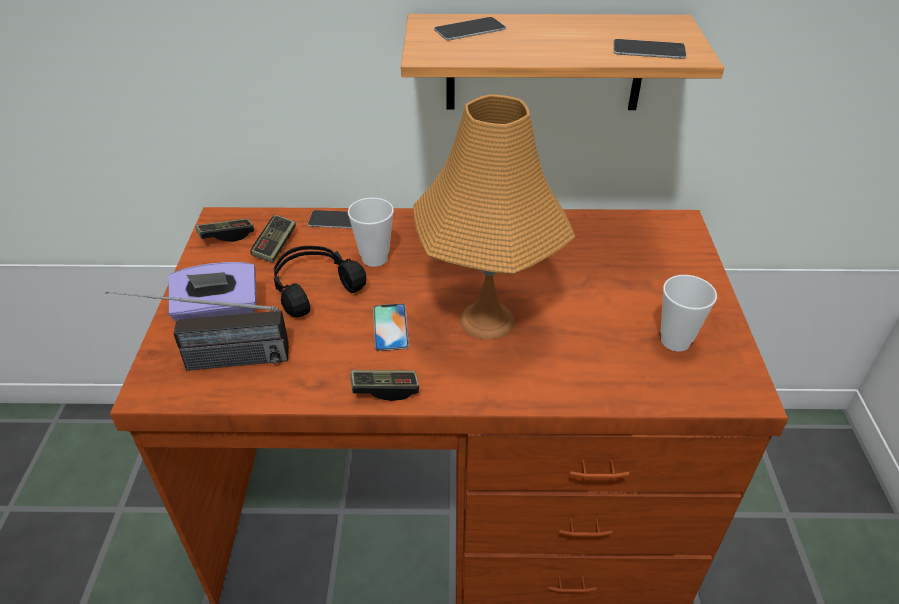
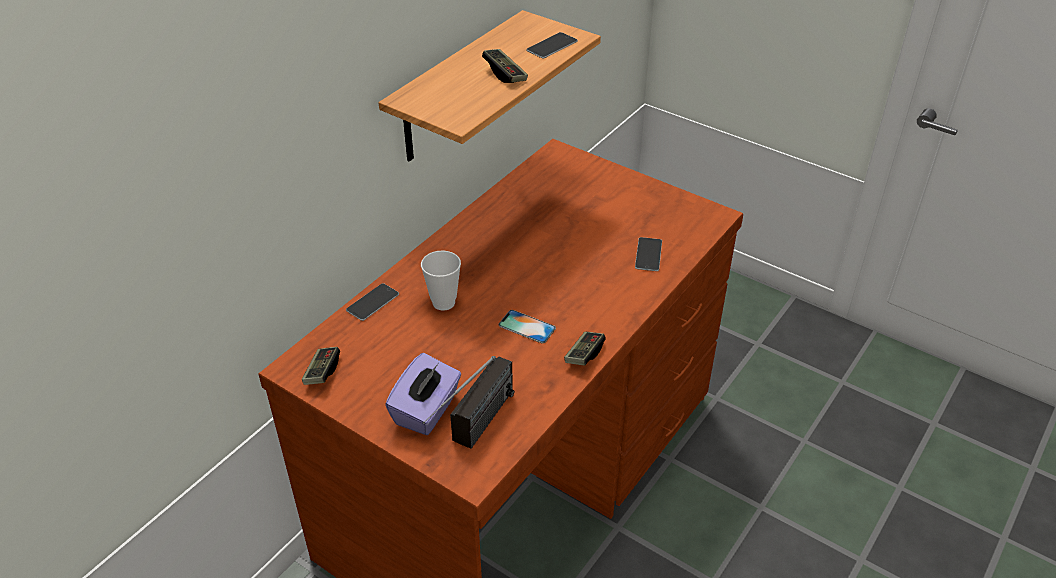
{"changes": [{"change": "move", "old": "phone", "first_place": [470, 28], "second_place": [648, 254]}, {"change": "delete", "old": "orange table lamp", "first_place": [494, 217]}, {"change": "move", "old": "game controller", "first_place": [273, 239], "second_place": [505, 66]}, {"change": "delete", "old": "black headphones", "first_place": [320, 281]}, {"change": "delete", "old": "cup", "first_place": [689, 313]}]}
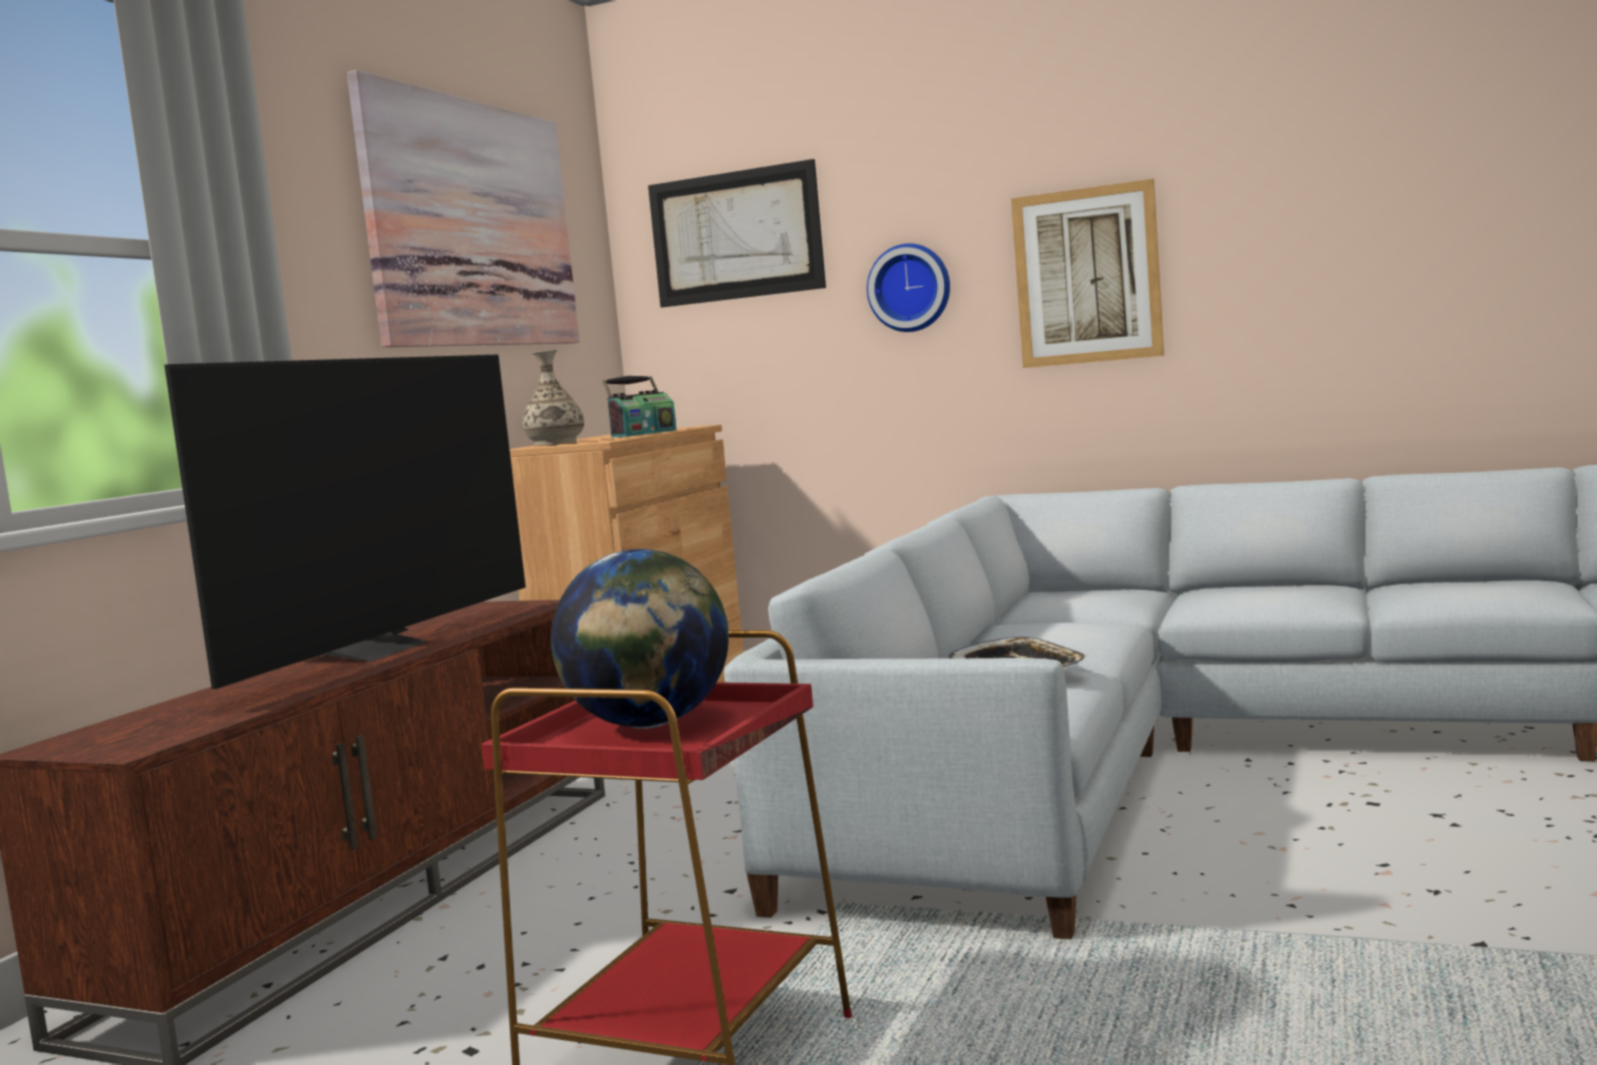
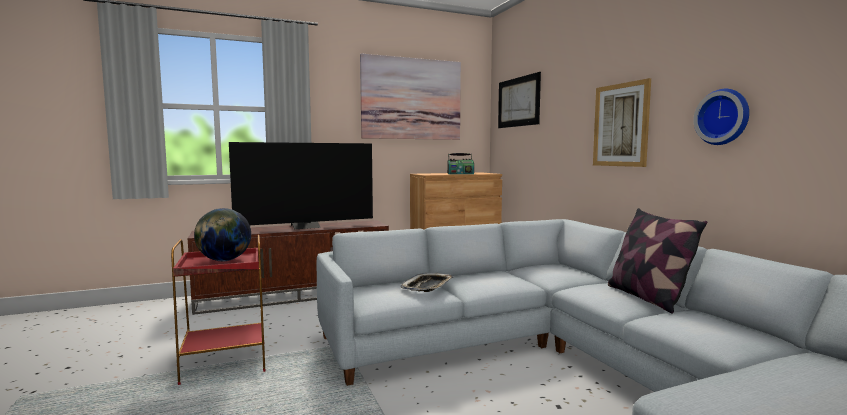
{"changes": [{"change": "move", "old": "wall clock", "first_place": [908, 287], "second_place": [721, 117]}, {"change": "delete", "old": "vase", "first_place": [553, 398]}, {"change": "insert", "new": "pillow", "second_place": [657, 260]}]}
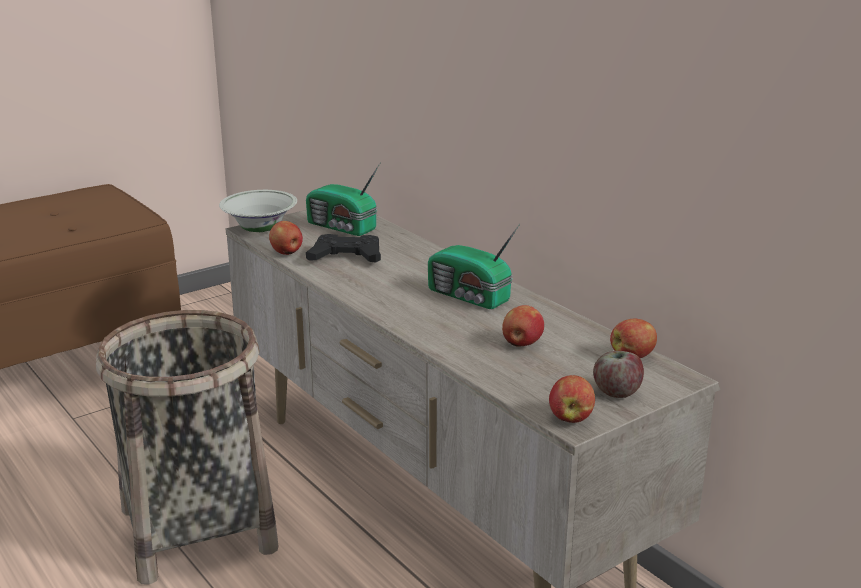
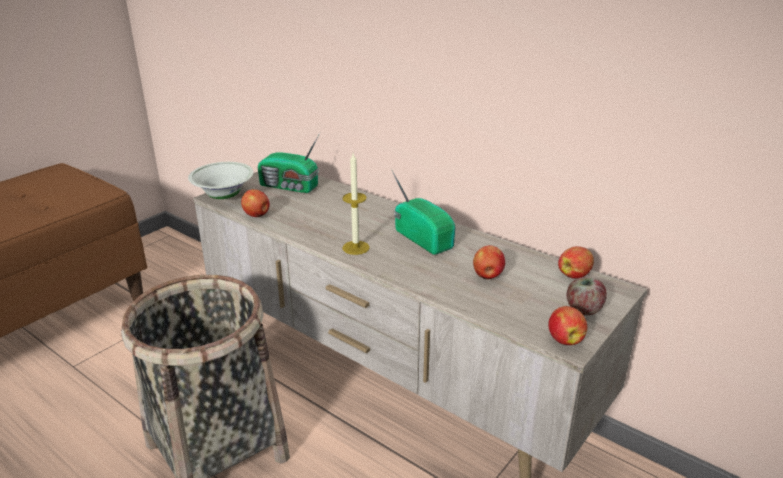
{"changes": [{"change": "rotate", "old": "radio", "first_place": [474, 266], "second_place": [423, 212], "degrees": -150}, {"change": "delete", "old": "black game controller", "first_place": [343, 248]}, {"change": "insert", "new": "candle", "second_place": [356, 204]}]}
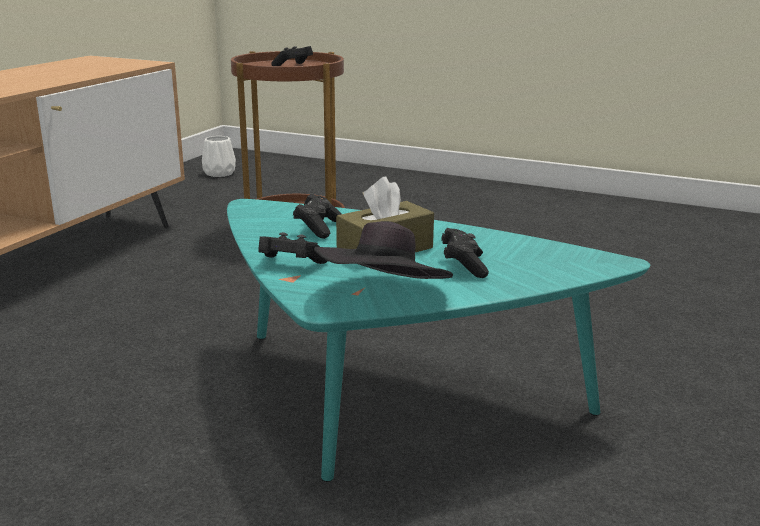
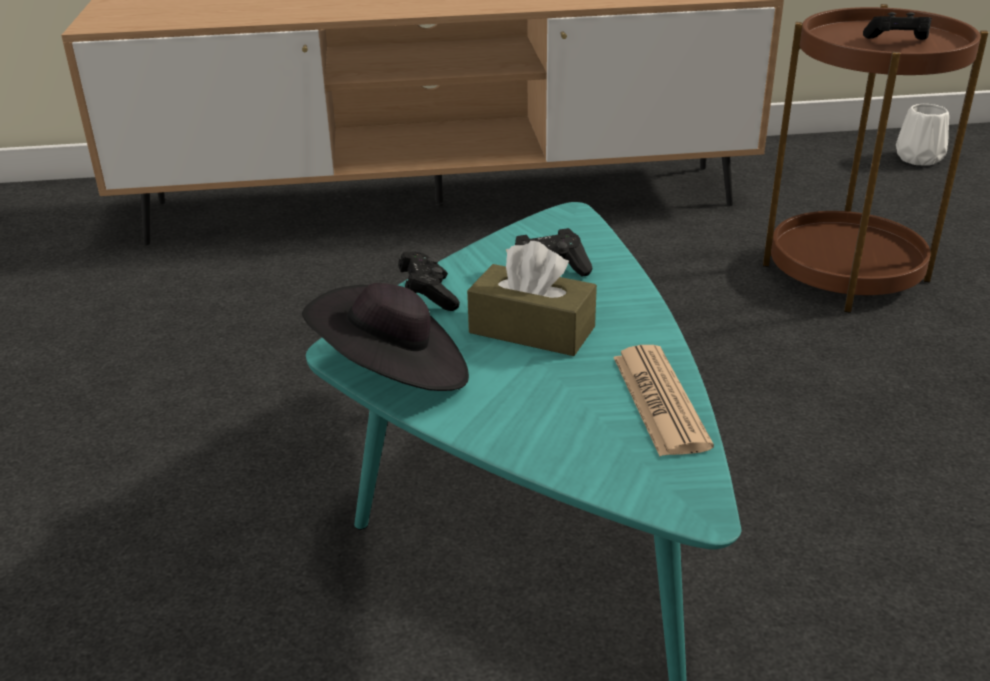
{"changes": [{"change": "delete", "old": "black game controller", "first_place": [465, 253]}, {"change": "insert", "new": "newspaper", "second_place": [663, 400]}]}
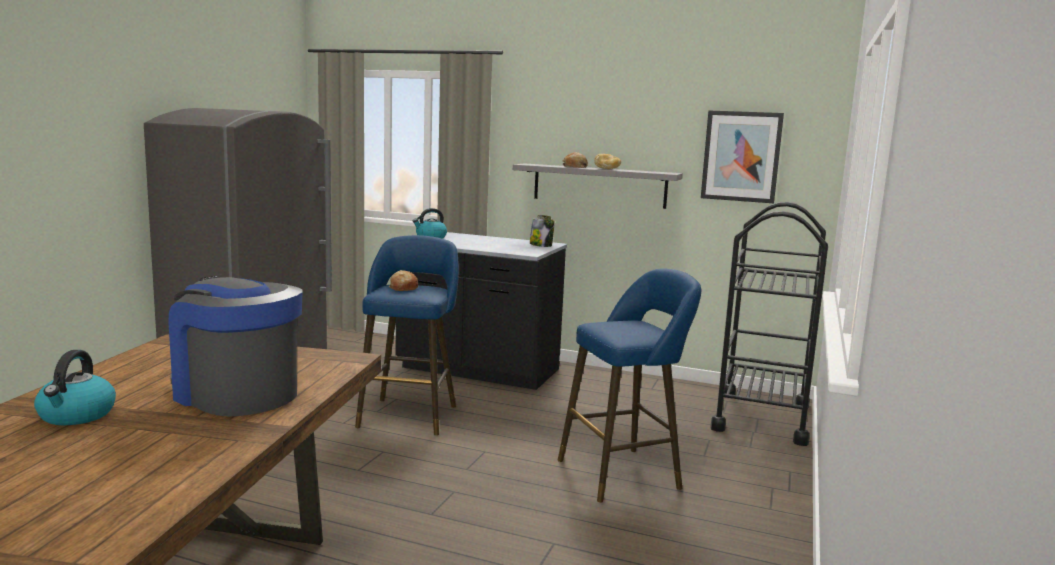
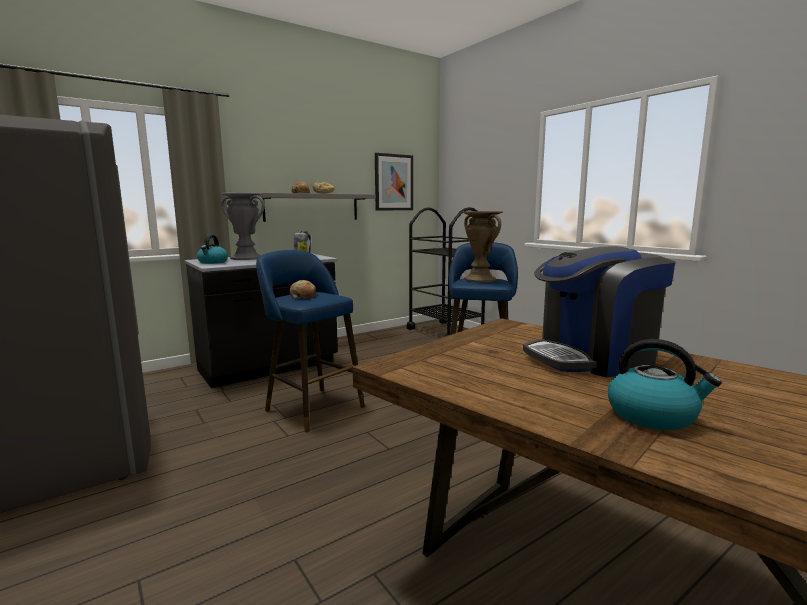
{"changes": [{"change": "insert", "new": "grey vase", "second_place": [243, 226]}, {"change": "insert", "new": "brown vase", "second_place": [482, 247]}]}
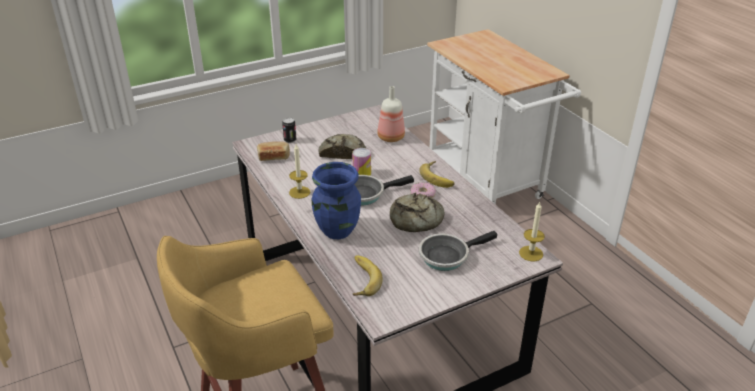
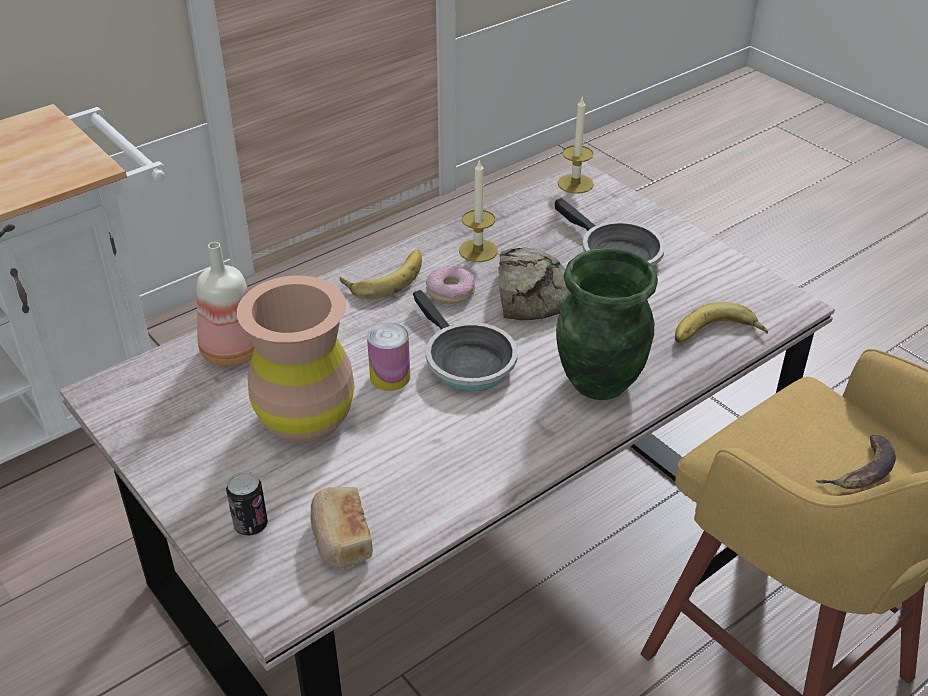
{"changes": [{"change": "replace", "old": "bread", "new": "brown vase", "first_place": [342, 146], "second_place": [296, 360]}, {"change": "move", "old": "candle", "first_place": [299, 171], "second_place": [478, 211]}, {"change": "recolor", "old": "blue vase", "new": "green vase", "first_place": [336, 200], "second_place": [607, 324]}, {"change": "insert", "new": "banana", "second_place": [856, 462]}]}
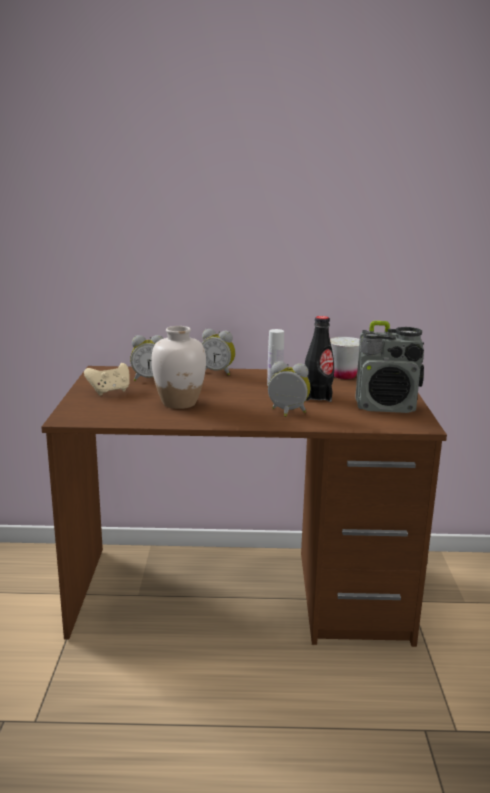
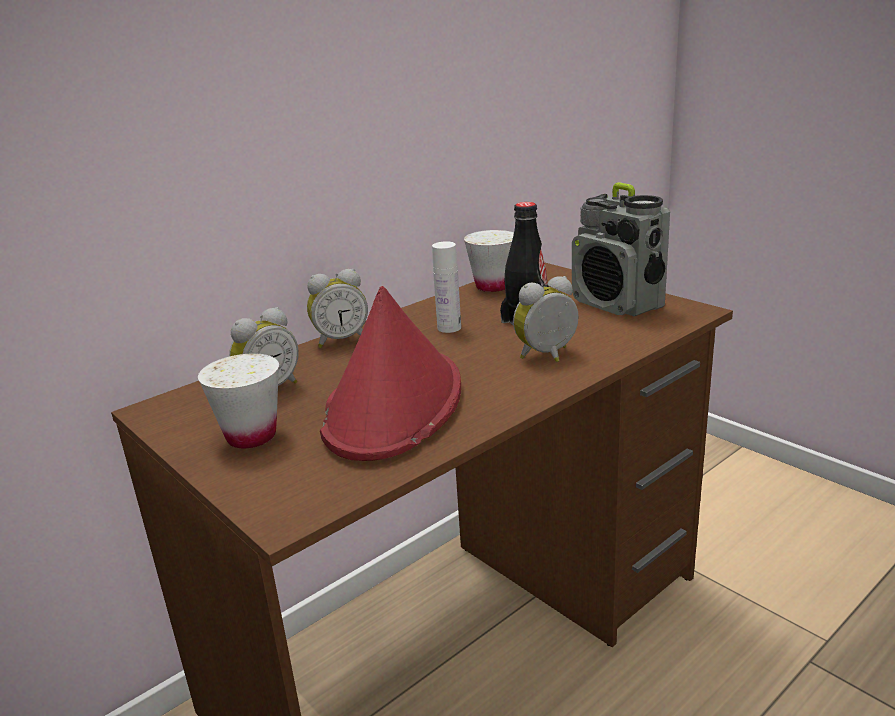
{"changes": [{"change": "rotate", "old": "radio", "first_place": [389, 367], "second_place": [621, 249], "degrees": 90}, {"change": "replace", "old": "white vase", "new": "red hat", "first_place": [178, 367], "second_place": [390, 373]}, {"change": "replace", "old": "beige game controller", "new": "white cup", "first_place": [107, 379], "second_place": [238, 400]}]}
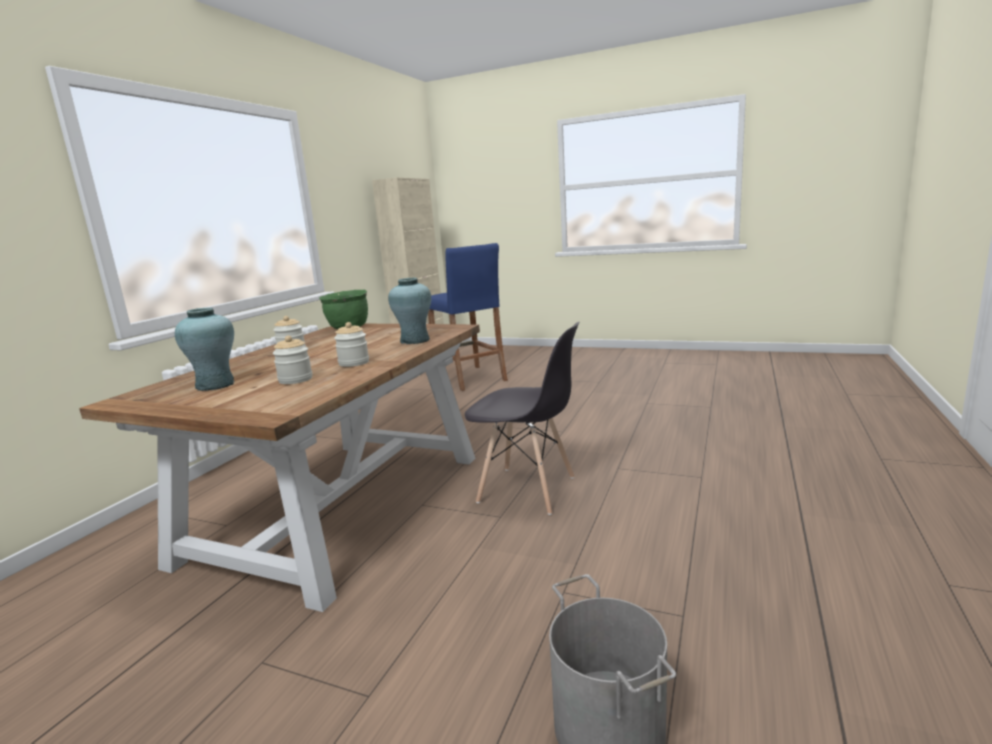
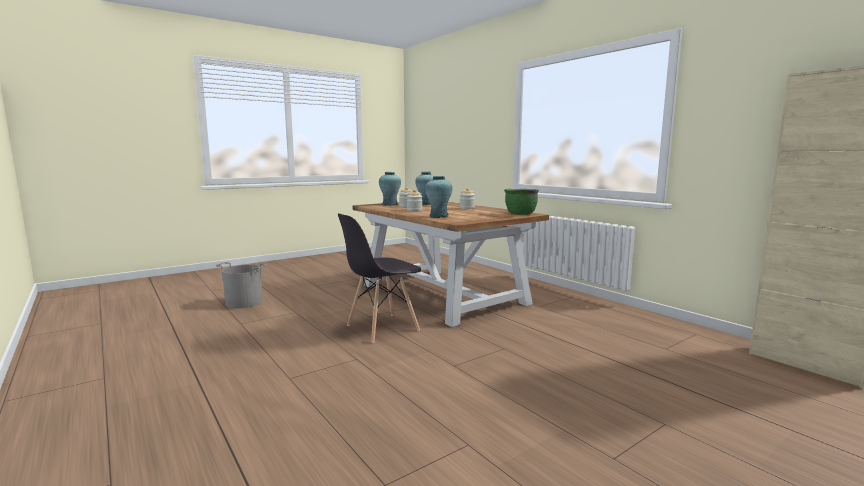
{"changes": [{"change": "delete", "old": "blue stool", "first_place": [468, 317]}, {"change": "insert", "new": "turquoise vase", "second_place": [390, 189]}]}
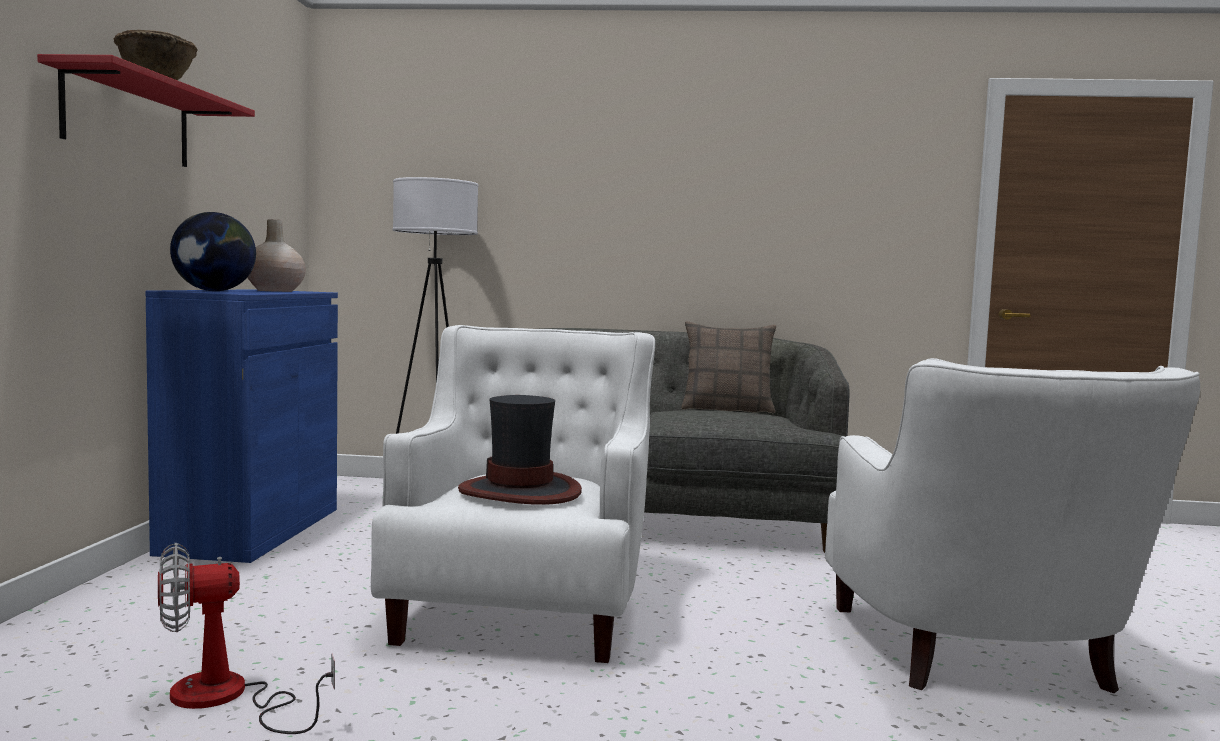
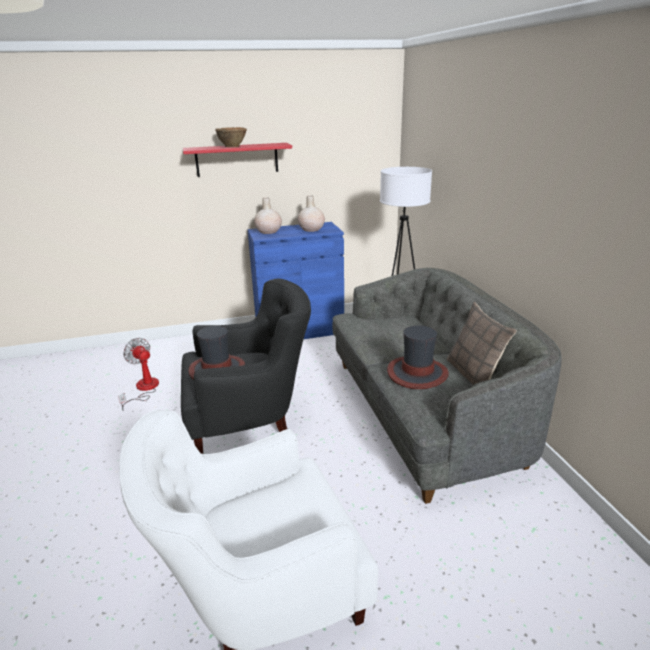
{"changes": [{"change": "replace", "old": "globe", "new": "beige vase", "first_place": [213, 251], "second_place": [268, 215]}, {"change": "recolor", "old": "white armchair", "new": "black armchair", "first_place": [513, 494], "second_place": [246, 366]}, {"change": "insert", "new": "hat", "second_place": [418, 357]}]}
